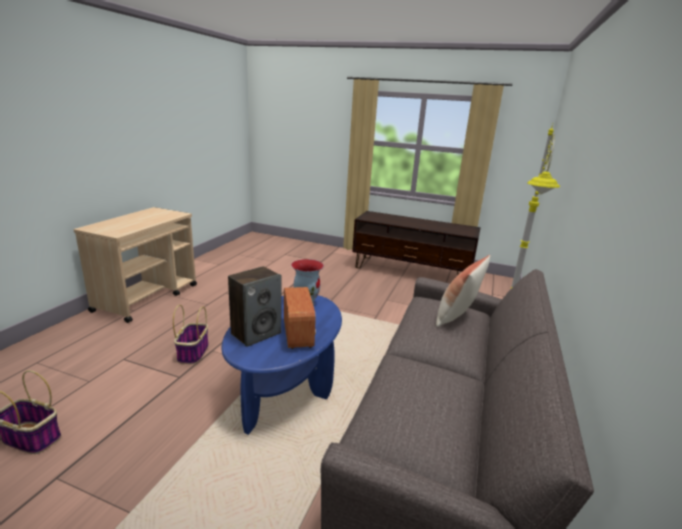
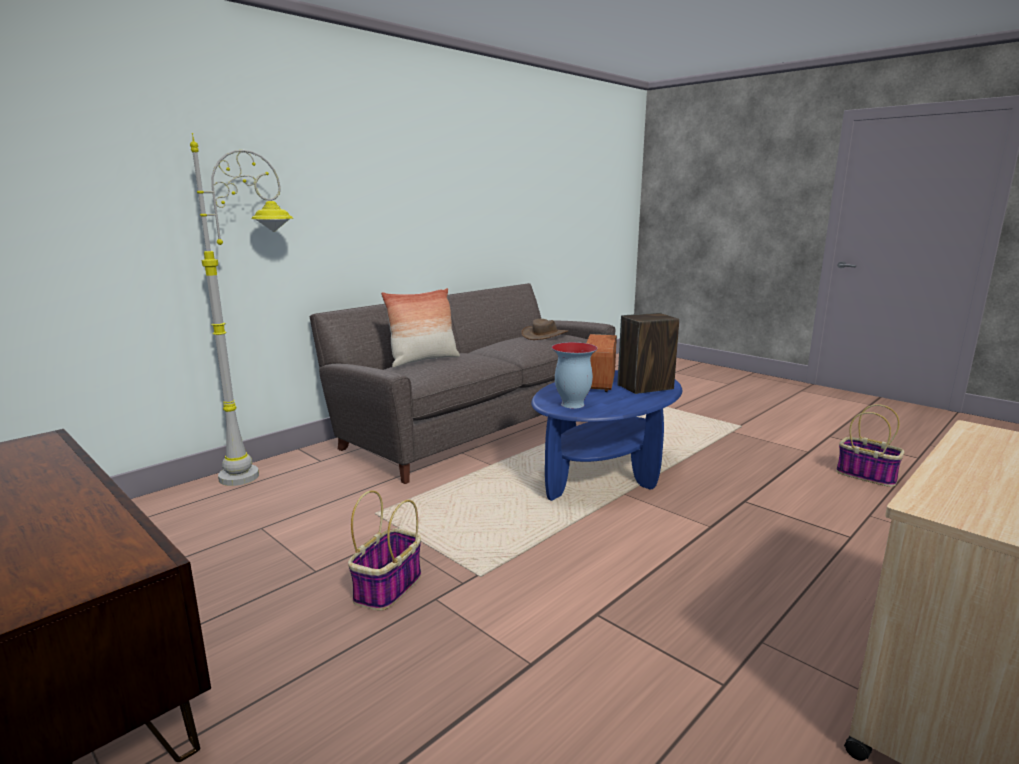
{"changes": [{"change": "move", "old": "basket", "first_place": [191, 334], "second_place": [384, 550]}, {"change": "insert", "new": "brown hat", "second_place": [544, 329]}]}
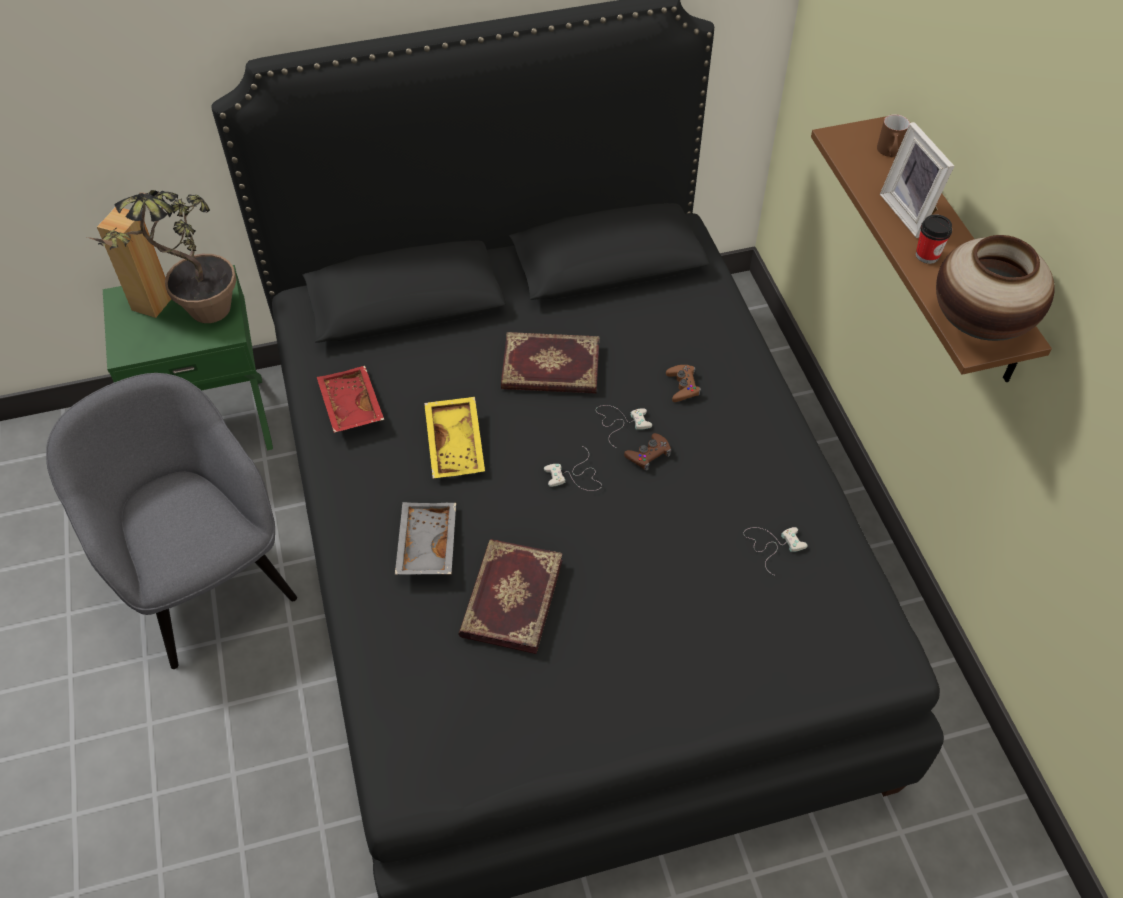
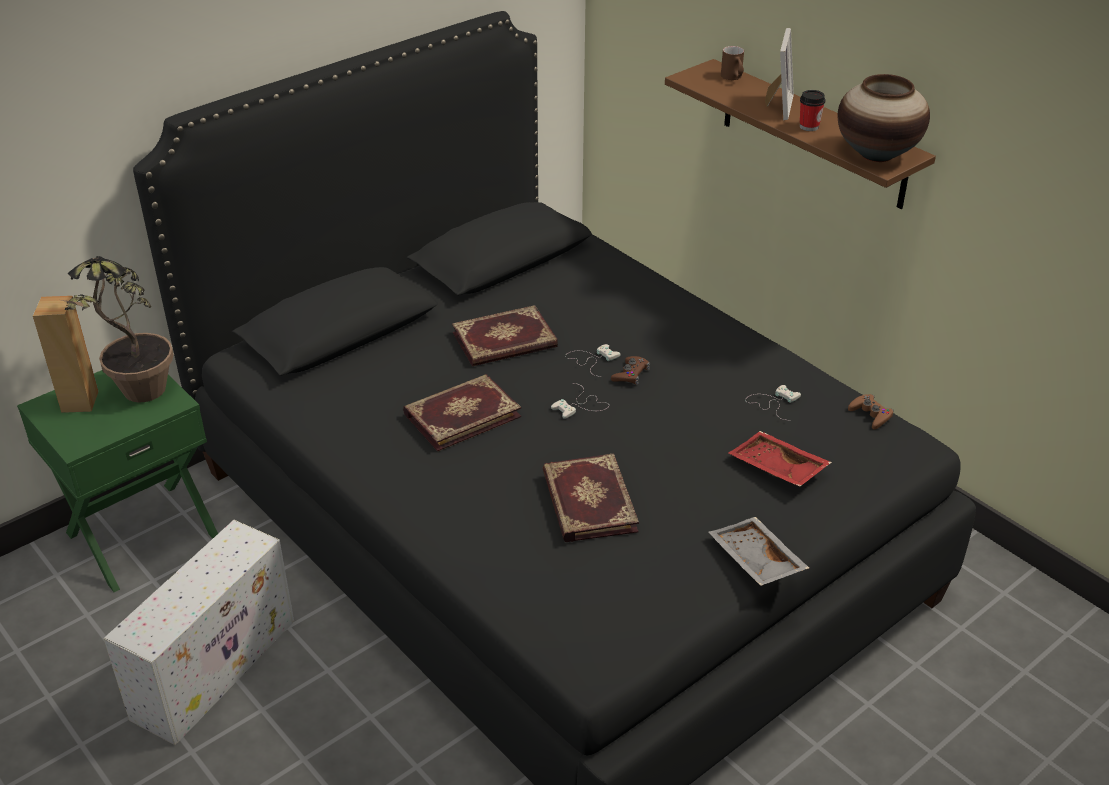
{"changes": [{"change": "rotate", "old": "picture frame", "first_place": [917, 180], "second_place": [779, 74], "degrees": -120}, {"change": "move", "old": "brown game controller", "first_place": [683, 383], "second_place": [871, 412]}, {"change": "move", "old": "red tray", "first_place": [350, 399], "second_place": [780, 459]}, {"change": "replace", "old": "grey armchair", "new": "white storage box", "first_place": [171, 521], "second_place": [198, 632]}, {"change": "replace", "old": "yellow tray", "new": "book", "first_place": [454, 437], "second_place": [462, 412]}, {"change": "move", "old": "grey tray", "first_place": [425, 538], "second_place": [759, 551]}]}
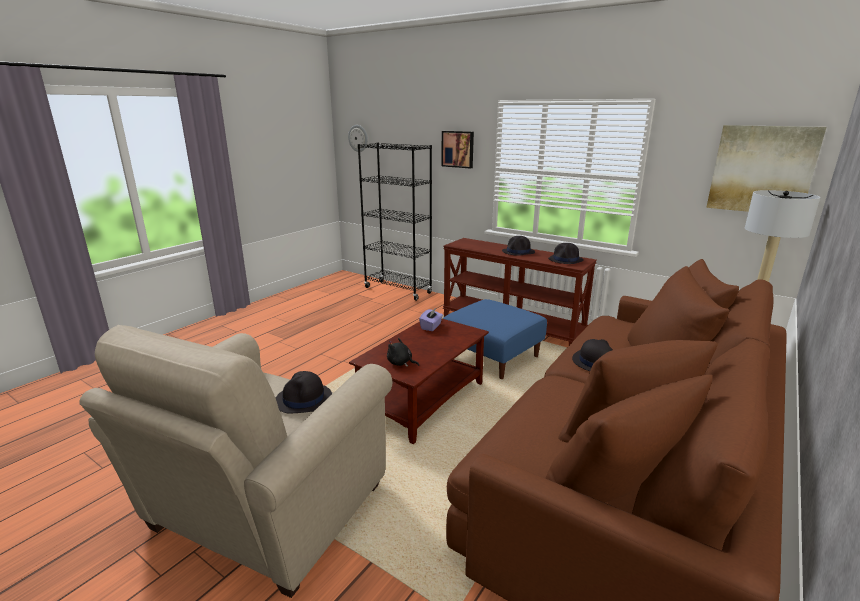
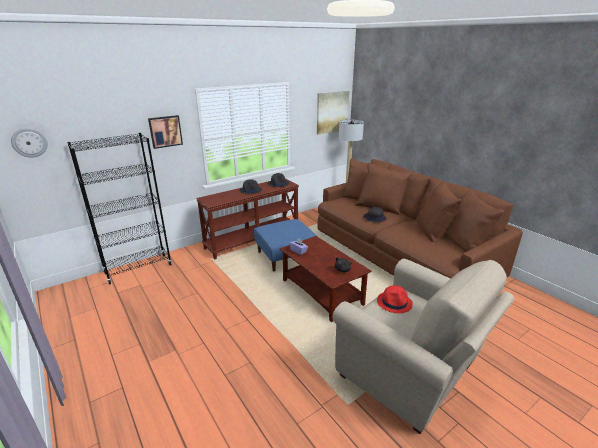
{"changes": [{"change": "recolor", "old": "black hat", "new": "red hat", "first_place": [304, 392], "second_place": [395, 299]}]}
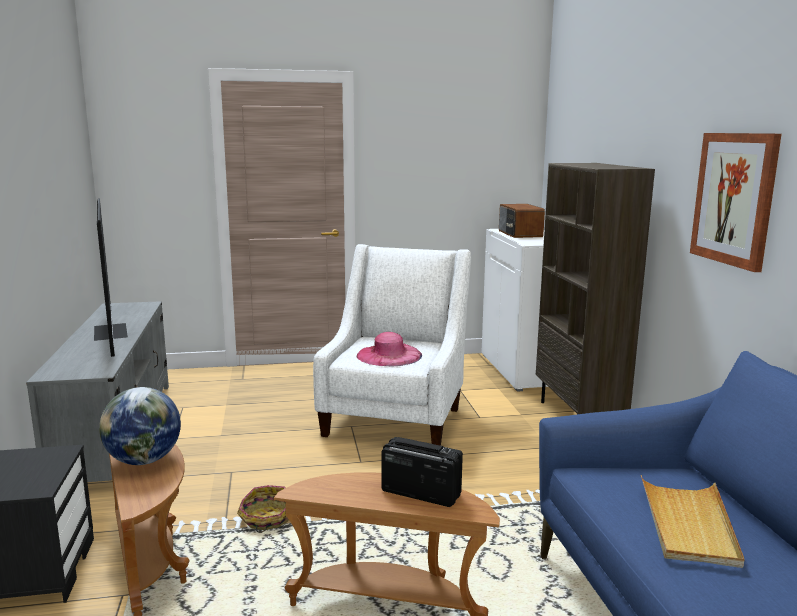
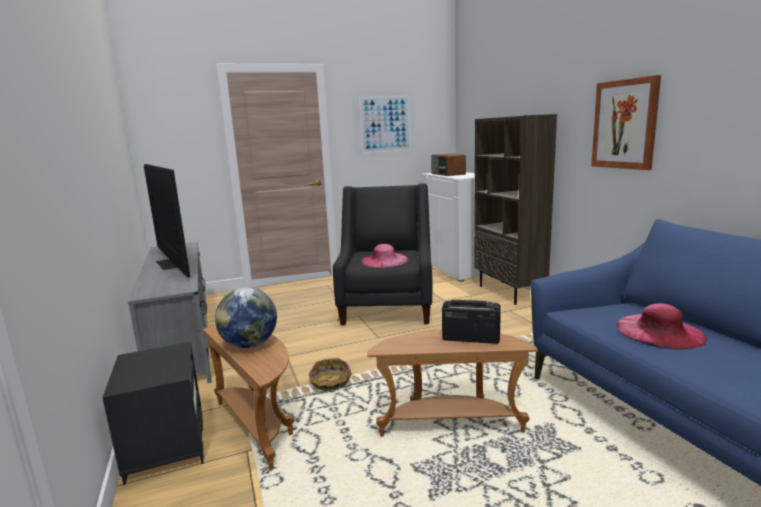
{"changes": [{"change": "recolor", "old": "white armchair", "new": "black armchair", "first_place": [392, 345], "second_place": [383, 254]}, {"change": "replace", "old": "beige tray", "new": "pink hat", "first_place": [692, 521], "second_place": [661, 326]}, {"change": "insert", "new": "picture", "second_place": [384, 124]}]}
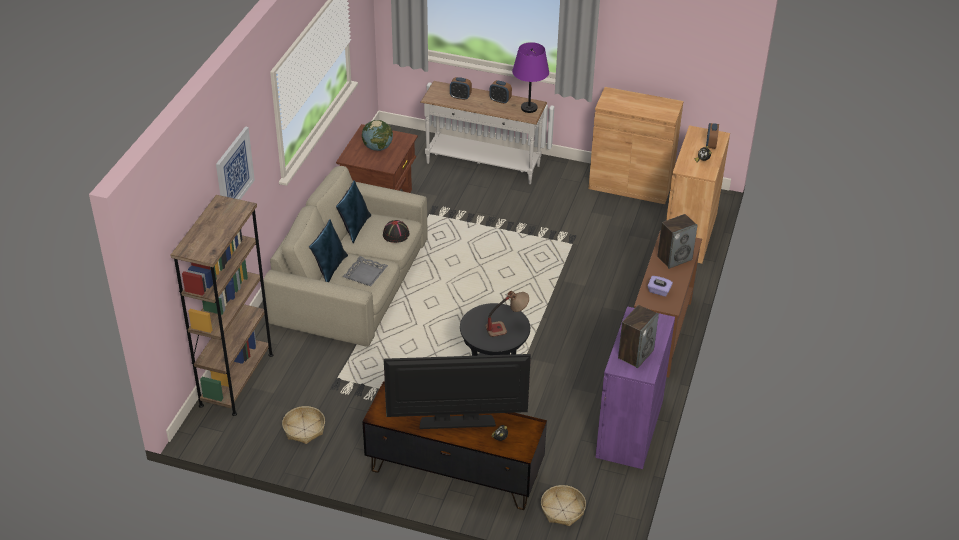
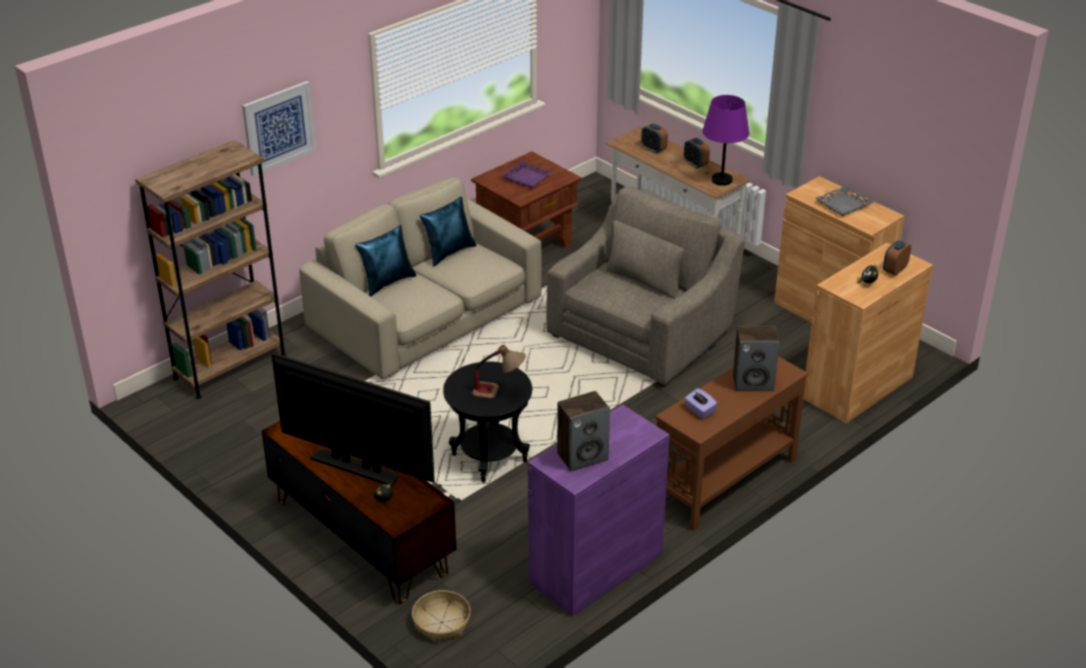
{"changes": [{"change": "replace", "old": "globe", "new": "purple tray", "first_place": [377, 135], "second_place": [527, 174]}, {"change": "delete", "old": "black hat", "first_place": [396, 231]}, {"change": "move", "old": "grey tray", "first_place": [365, 271], "second_place": [844, 201]}, {"change": "delete", "old": "basket", "first_place": [303, 425]}, {"change": "insert", "new": "grey armchair", "second_place": [645, 286]}]}
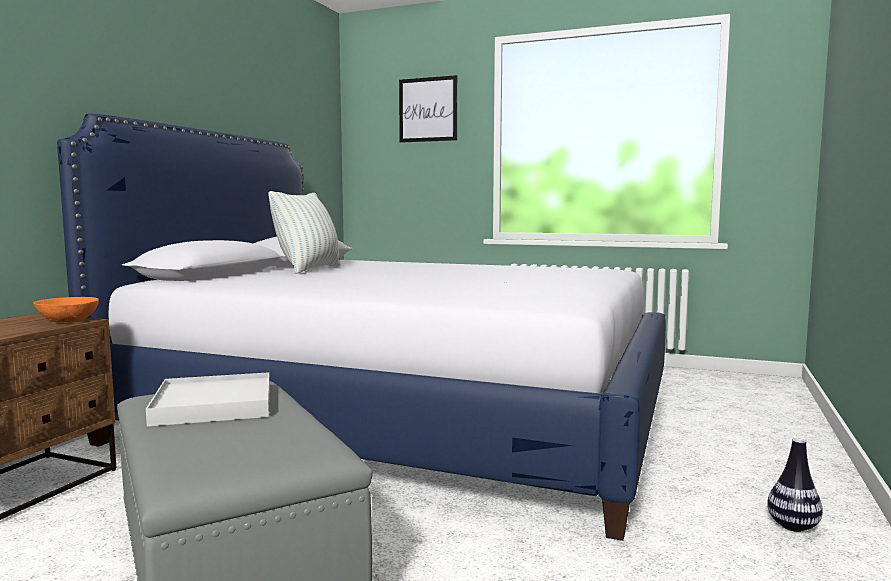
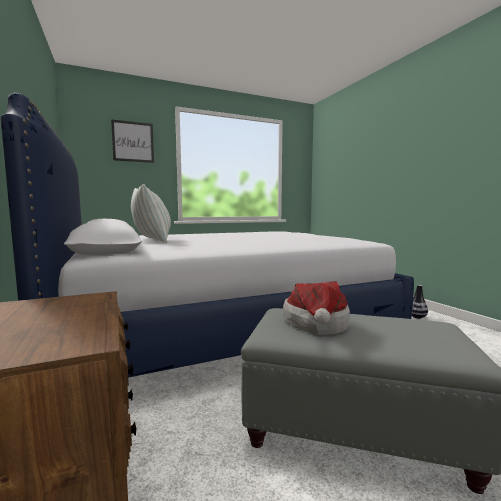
{"changes": [{"change": "delete", "old": "orange bowl", "first_place": [66, 310]}, {"change": "replace", "old": "white tray", "new": "hat", "first_place": [208, 399], "second_place": [316, 308]}]}
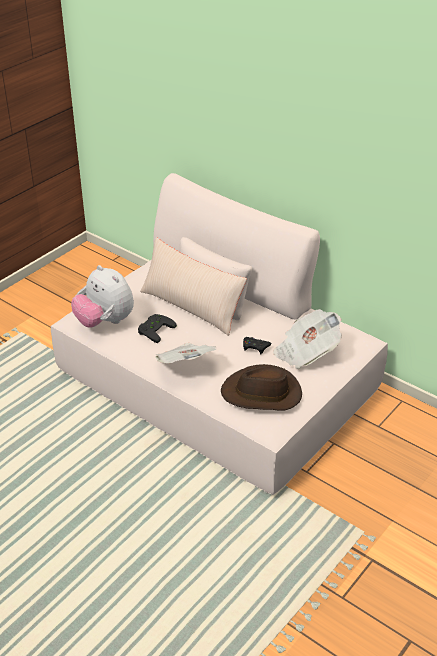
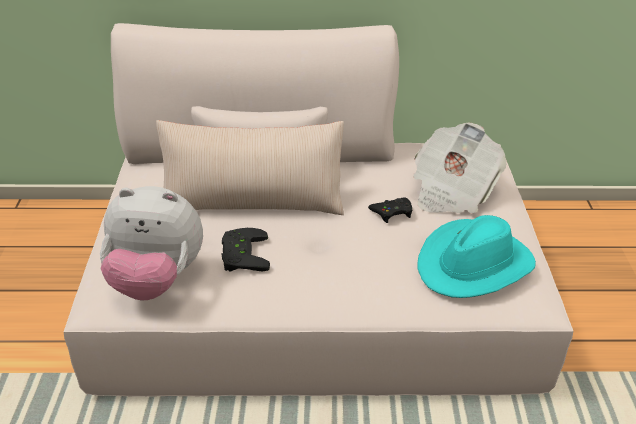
{"changes": [{"change": "delete", "old": "newspaper", "first_place": [185, 353]}, {"change": "recolor", "old": "brown hat", "new": "turquoise hat", "first_place": [261, 387], "second_place": [477, 256]}]}
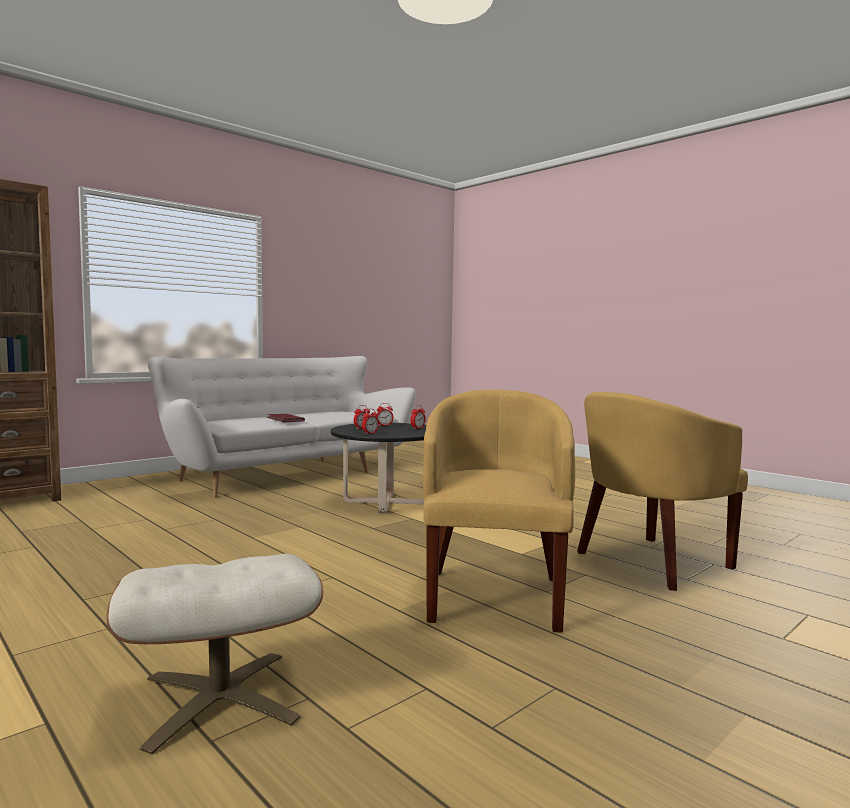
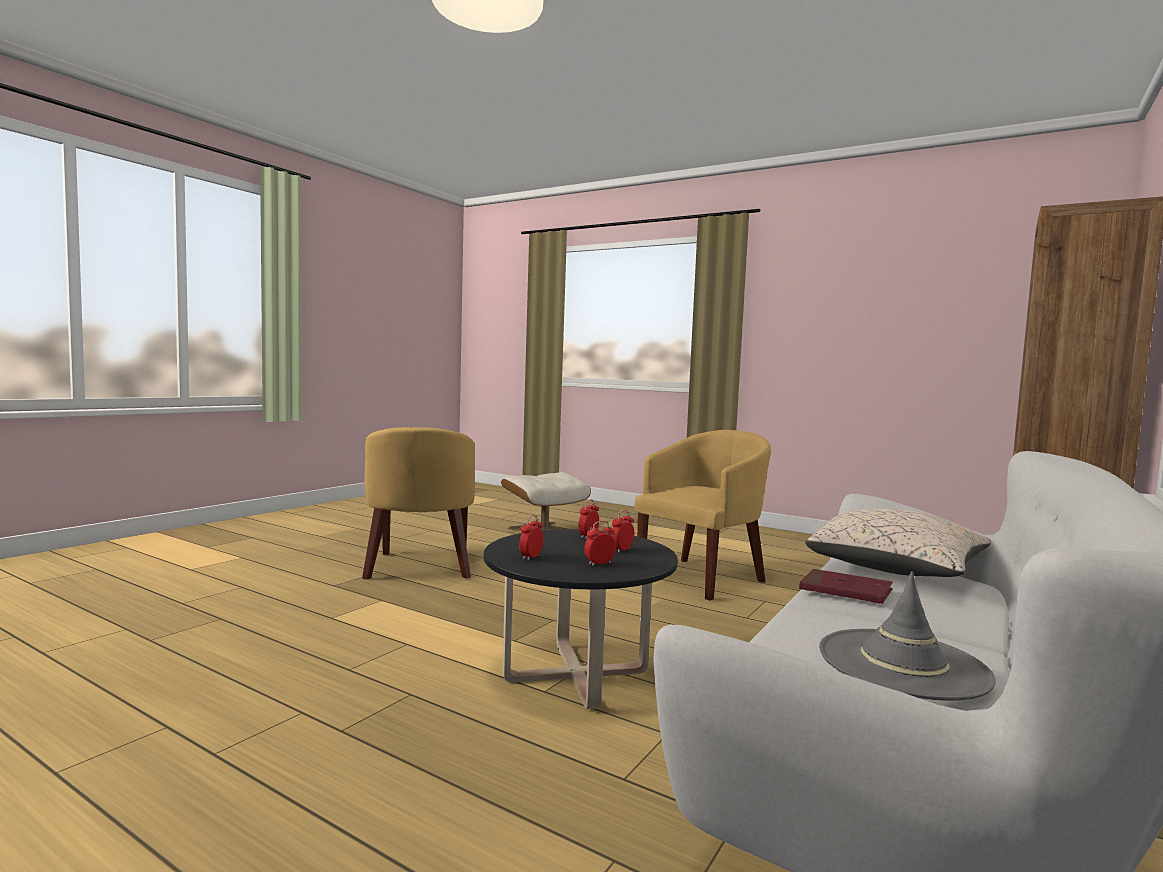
{"changes": [{"change": "move", "old": "yellow armchair", "first_place": [662, 491], "second_place": [703, 515]}, {"change": "insert", "new": "beige pillow", "second_place": [898, 542]}, {"change": "insert", "new": "grey hat", "second_place": [907, 636]}]}
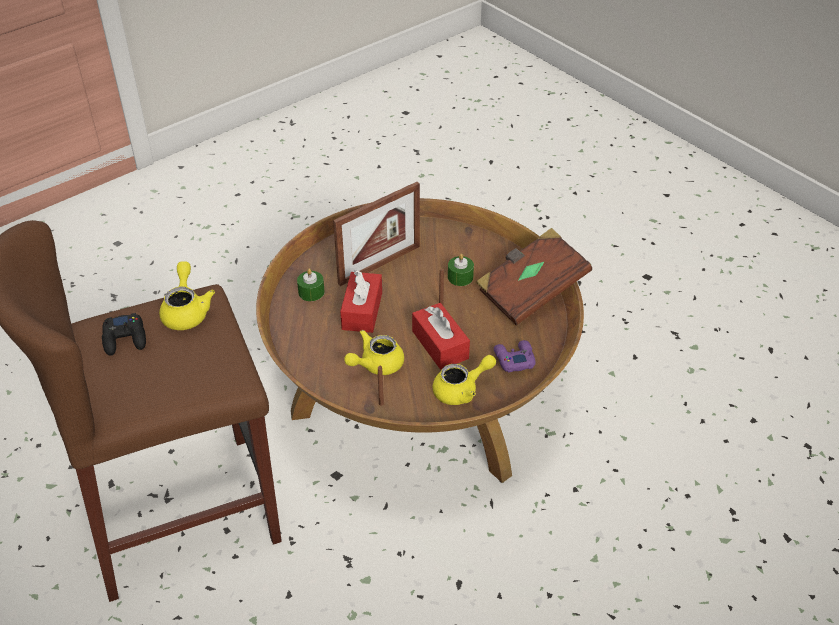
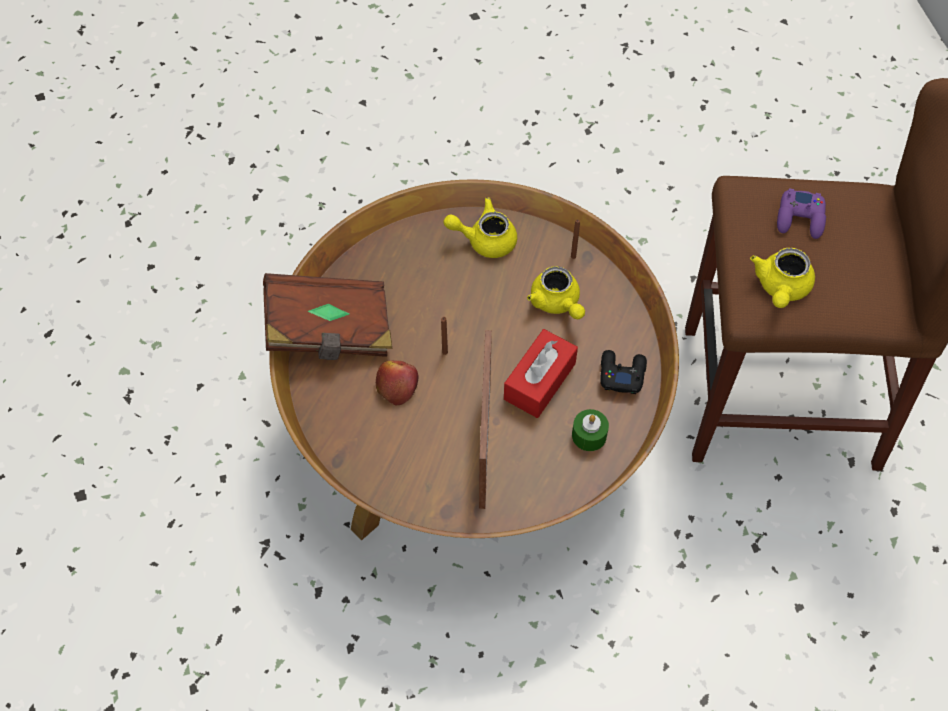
{"changes": [{"change": "rotate", "old": "picture frame", "first_place": [376, 234], "second_place": [485, 419], "degrees": -75}, {"change": "replace", "old": "green candle", "new": "apple", "first_place": [461, 270], "second_place": [397, 383]}, {"change": "delete", "old": "red tissue box", "first_place": [441, 336]}, {"change": "move", "old": "black game controller", "first_place": [124, 334], "second_place": [623, 372]}, {"change": "rotate", "old": "yellow teapot", "first_place": [374, 352], "second_place": [556, 292], "degrees": 75}, {"change": "move", "old": "purple game controller", "first_place": [515, 356], "second_place": [801, 213]}]}
